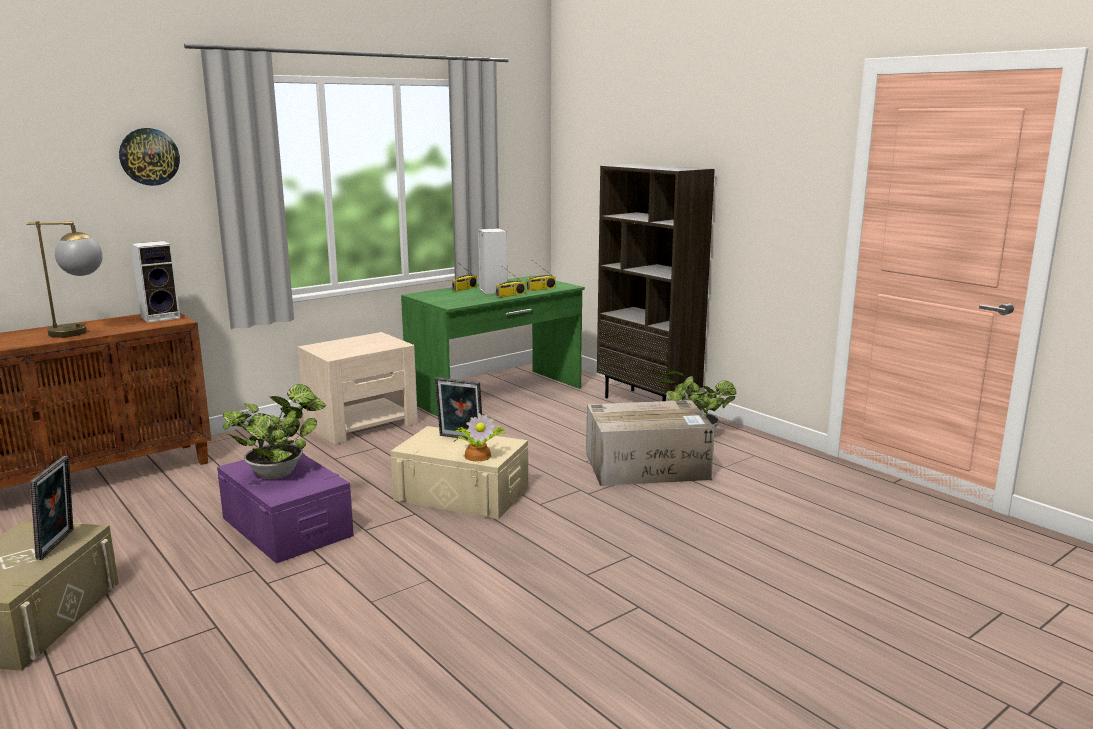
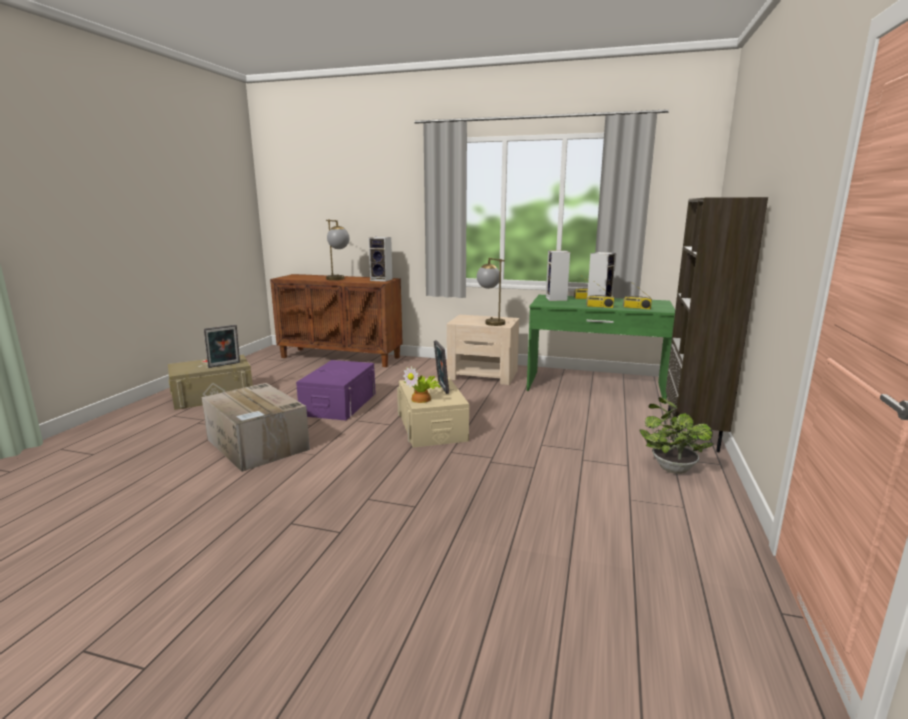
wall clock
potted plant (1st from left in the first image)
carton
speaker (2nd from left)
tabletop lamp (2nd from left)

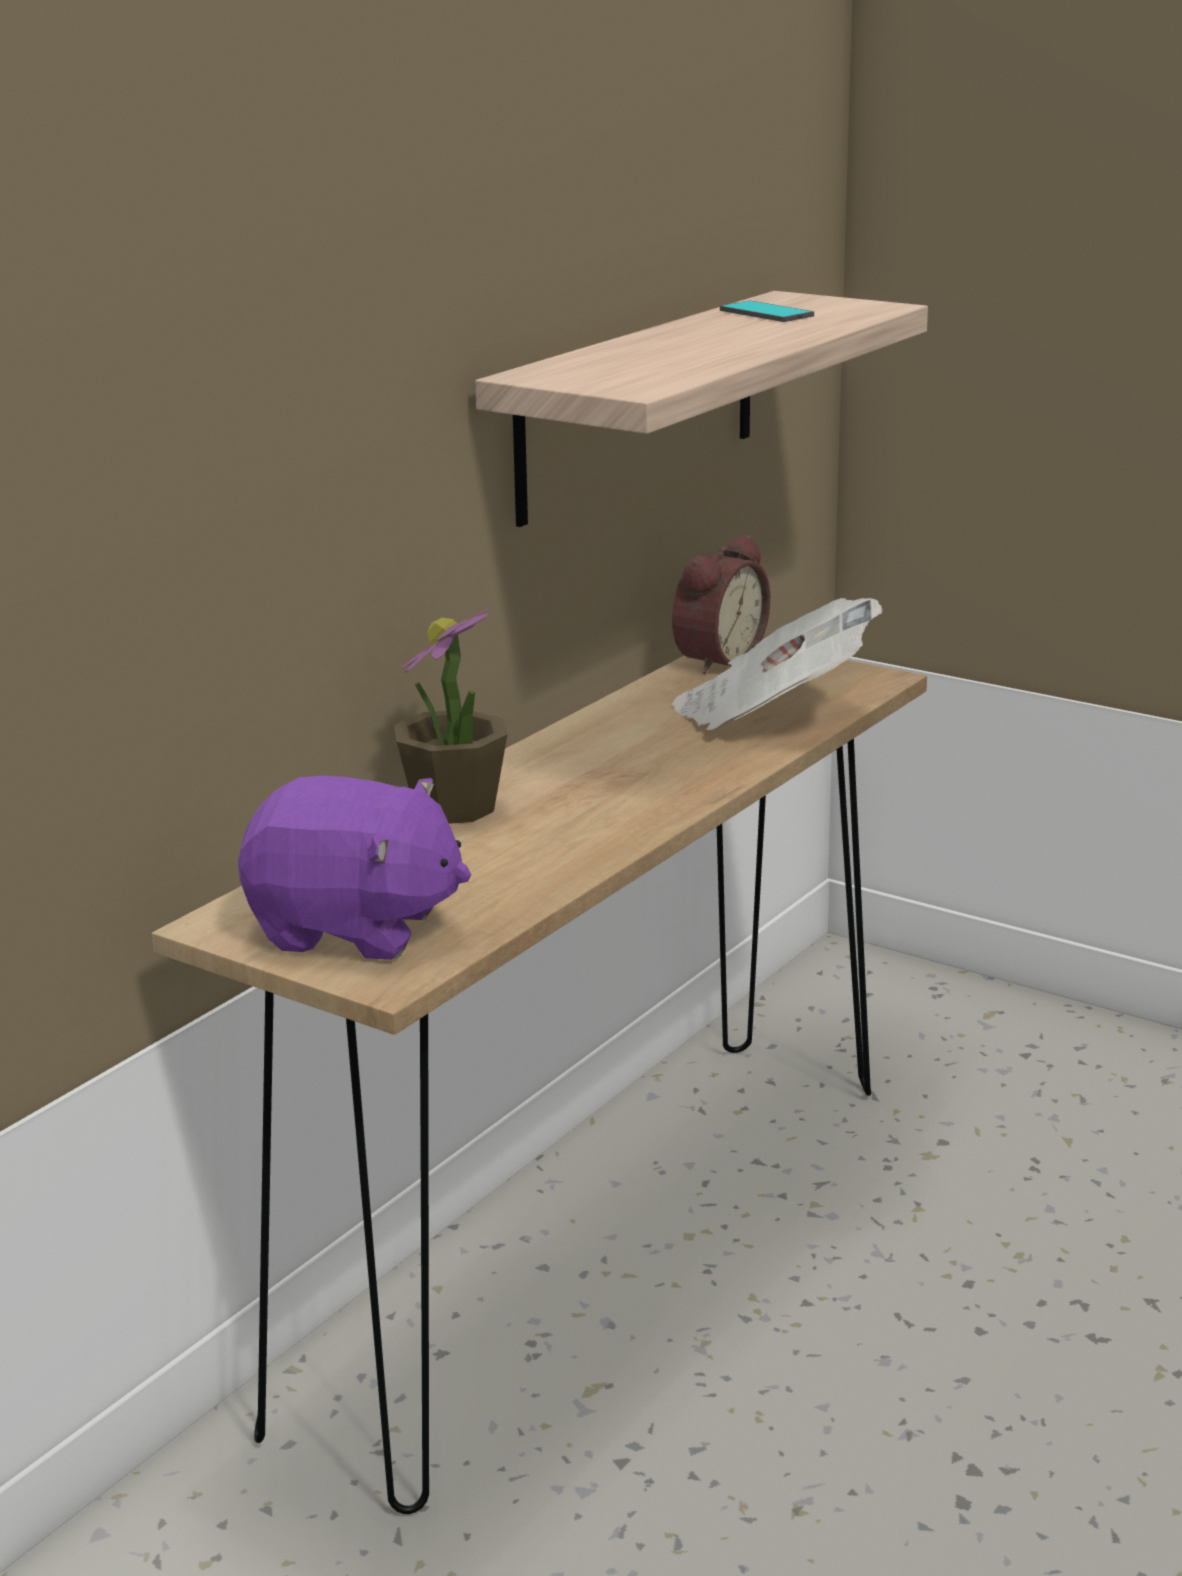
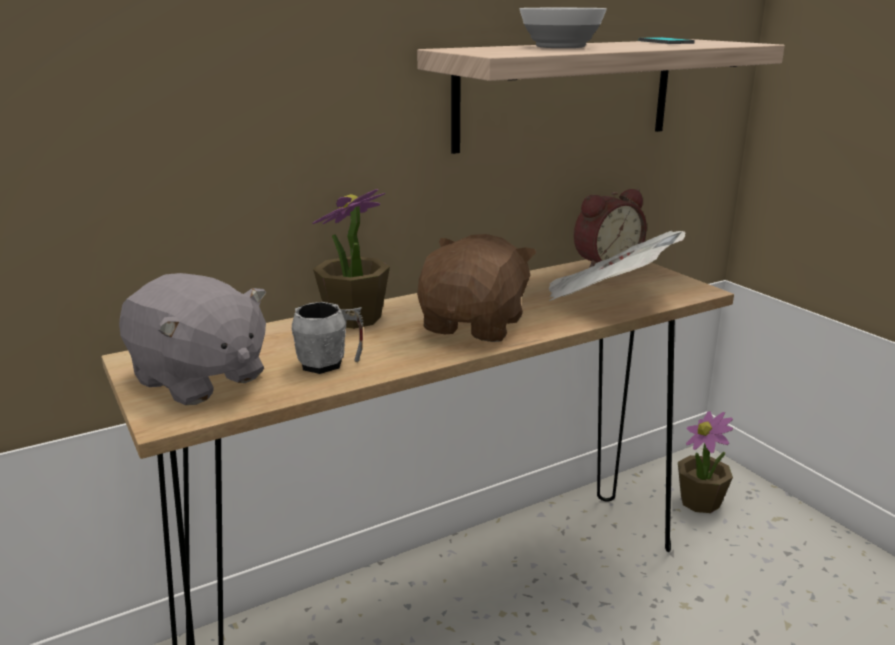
plush toy in grey
serving bowl
plush toy in brownish
mug in grey
potted plant (2nd from left)

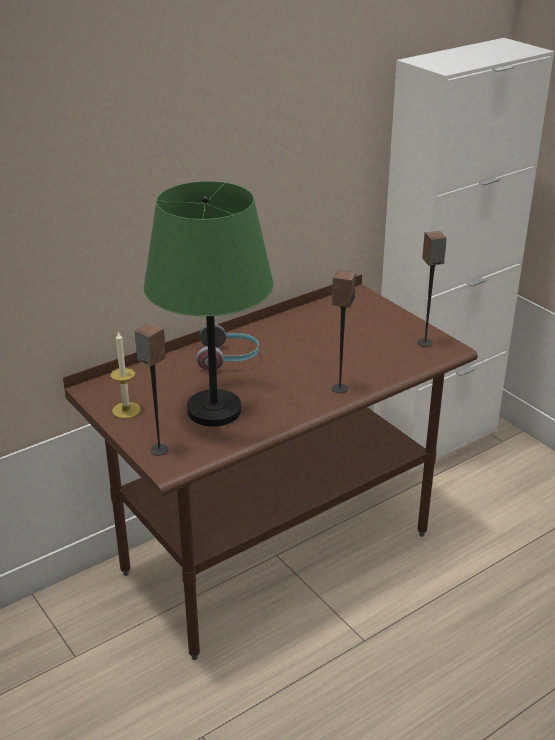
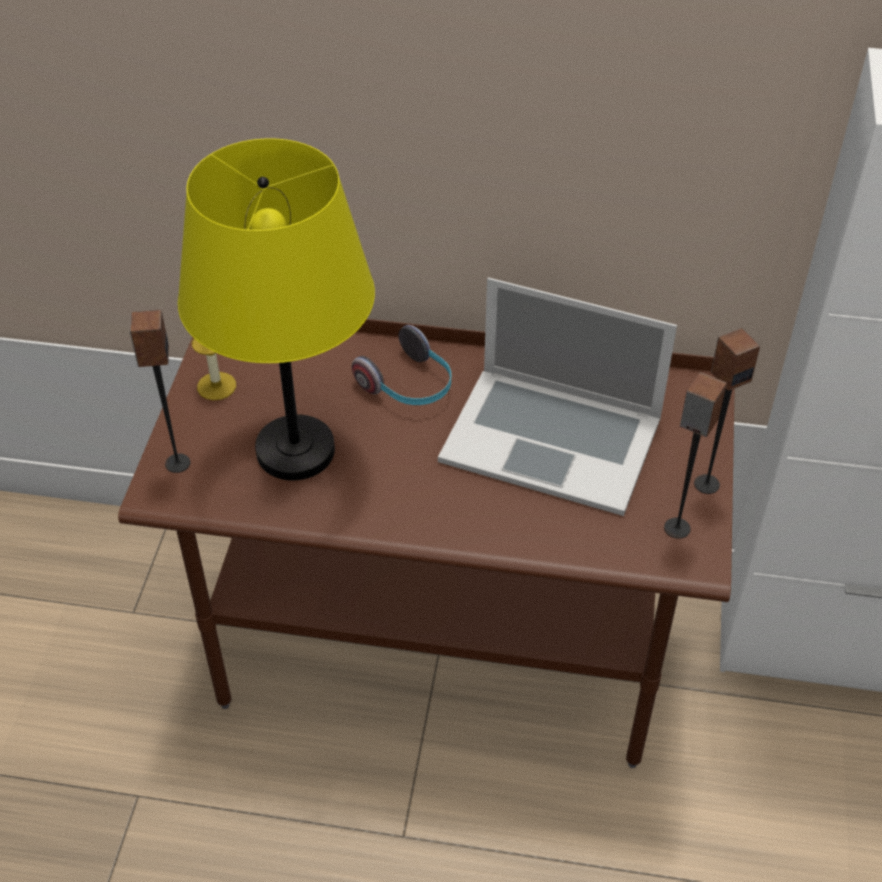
tabletop lamp in yellow-coloured
speaker (3rd from left)
notebook computer

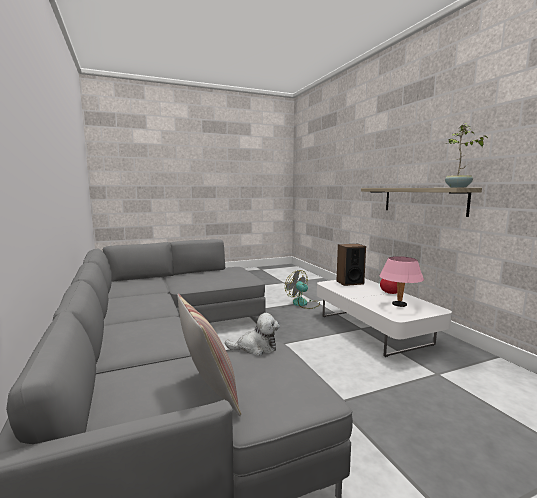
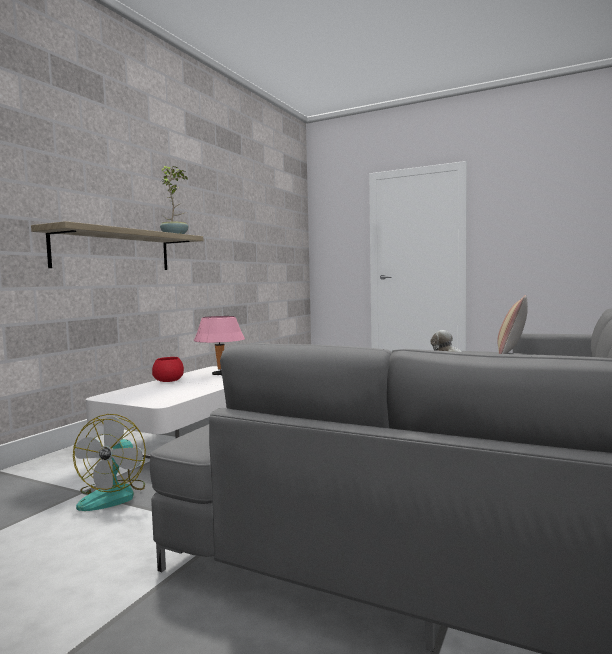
speaker

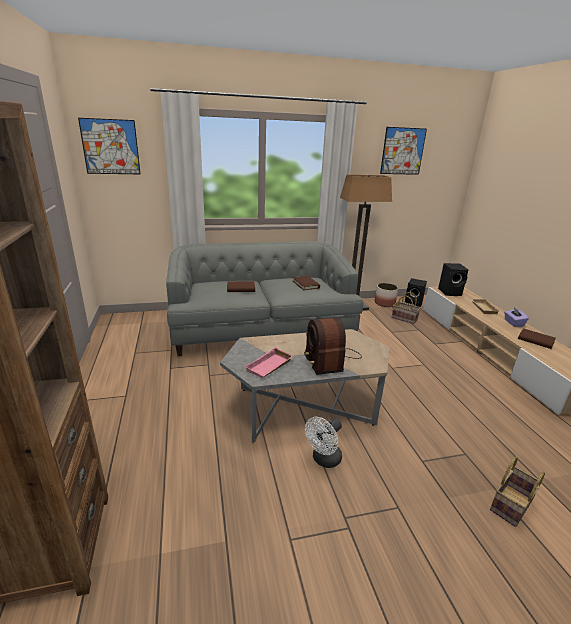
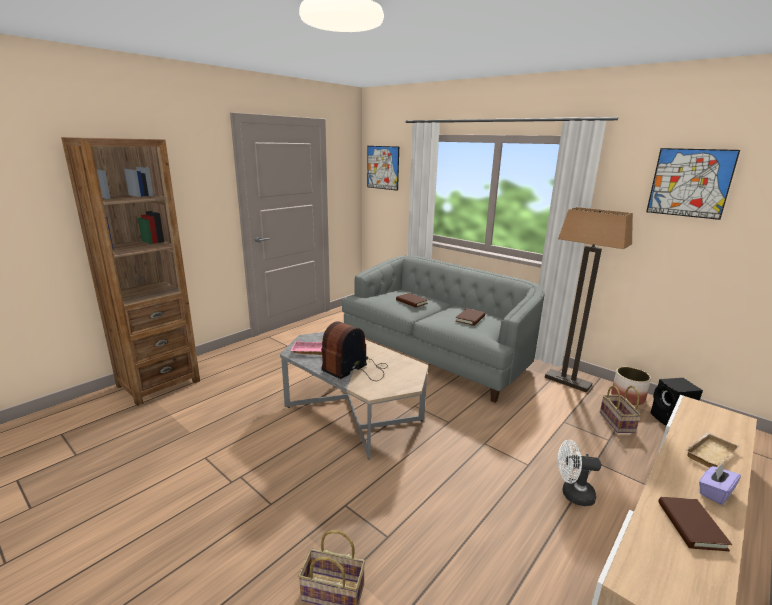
speaker in black (2nd from left in the first image)
cooling fan in whitish

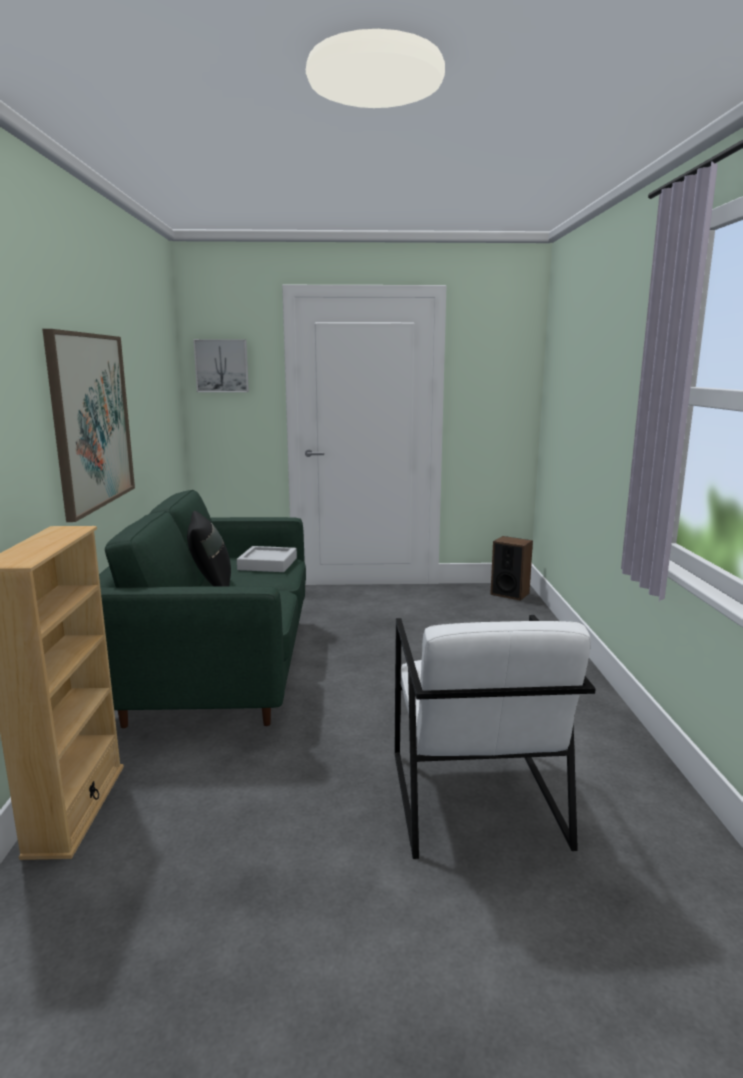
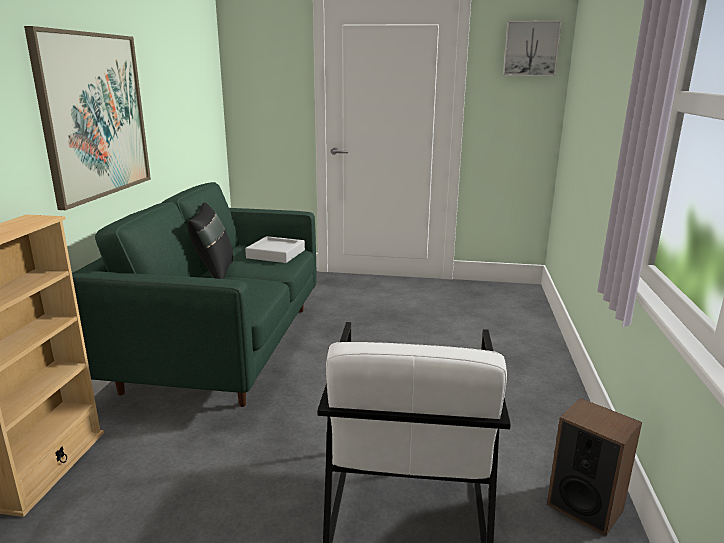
wall art (2nd from left)
speaker

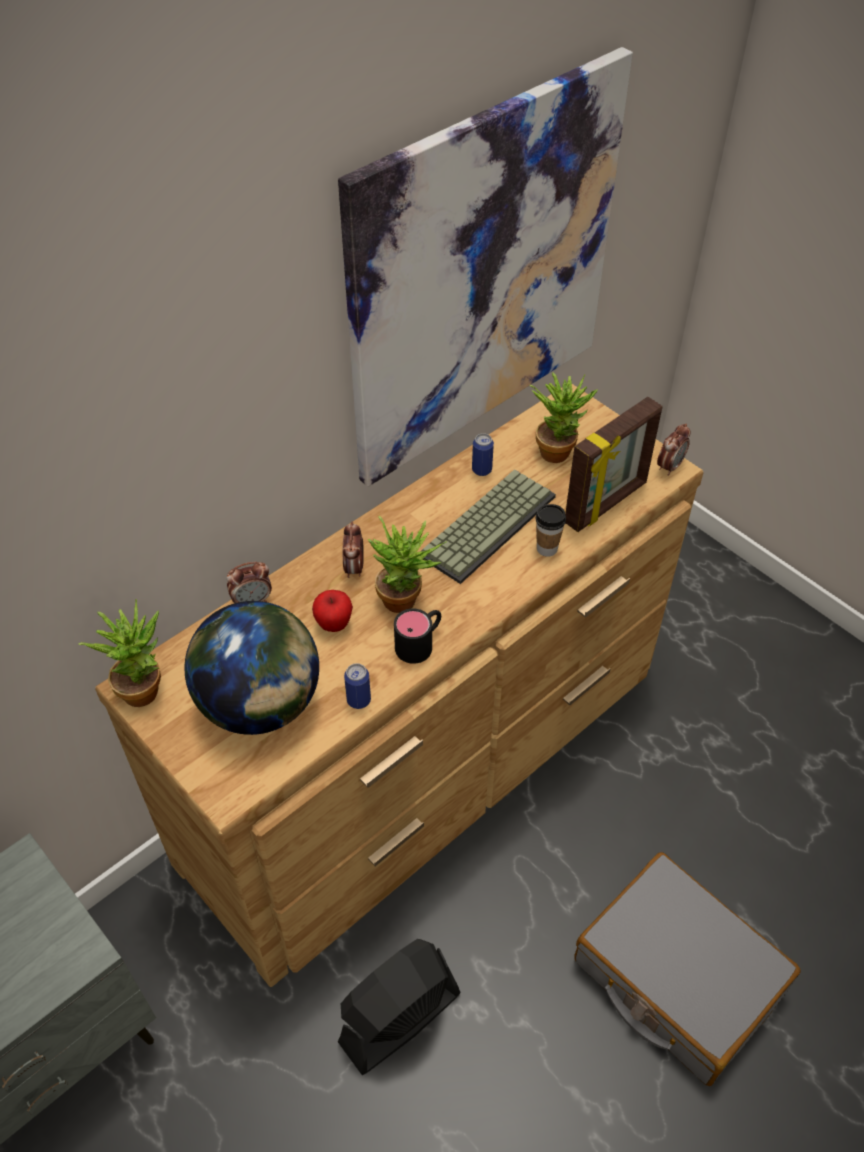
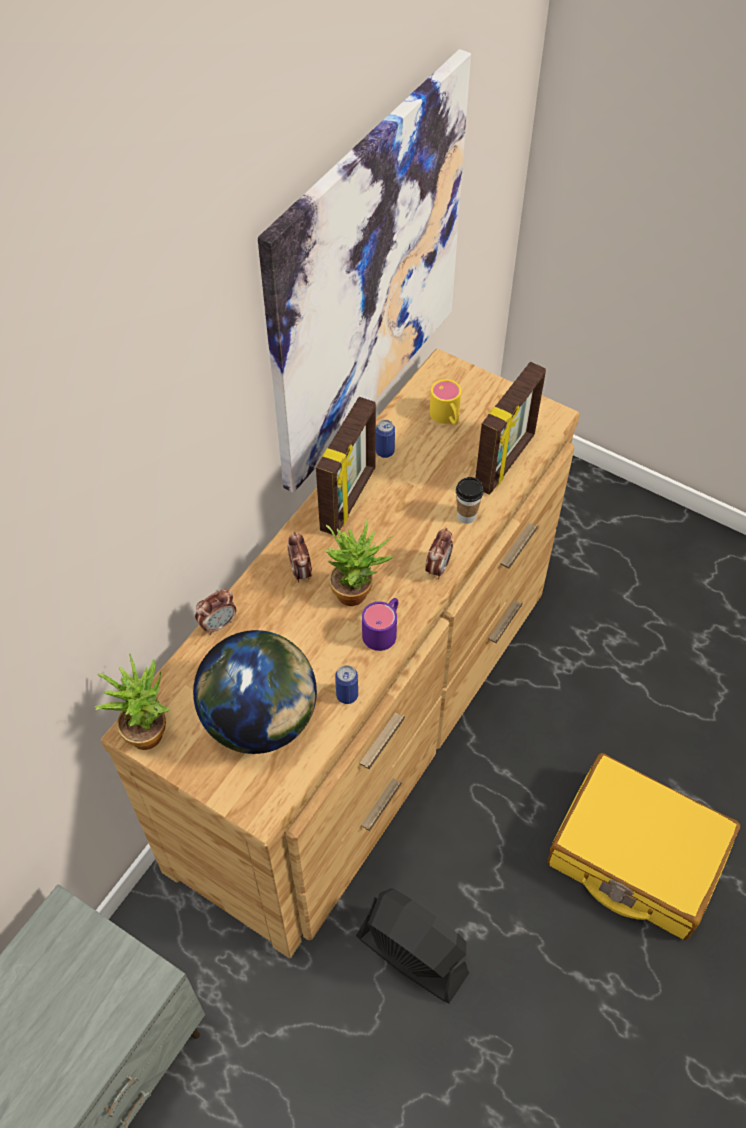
mug in yellow-coloured
bedside clock (3rd from left)
keyboard
apple
mug in purple
piece of luggage in yellow-coloured
cooling fan in black
picture frame (1st from left)

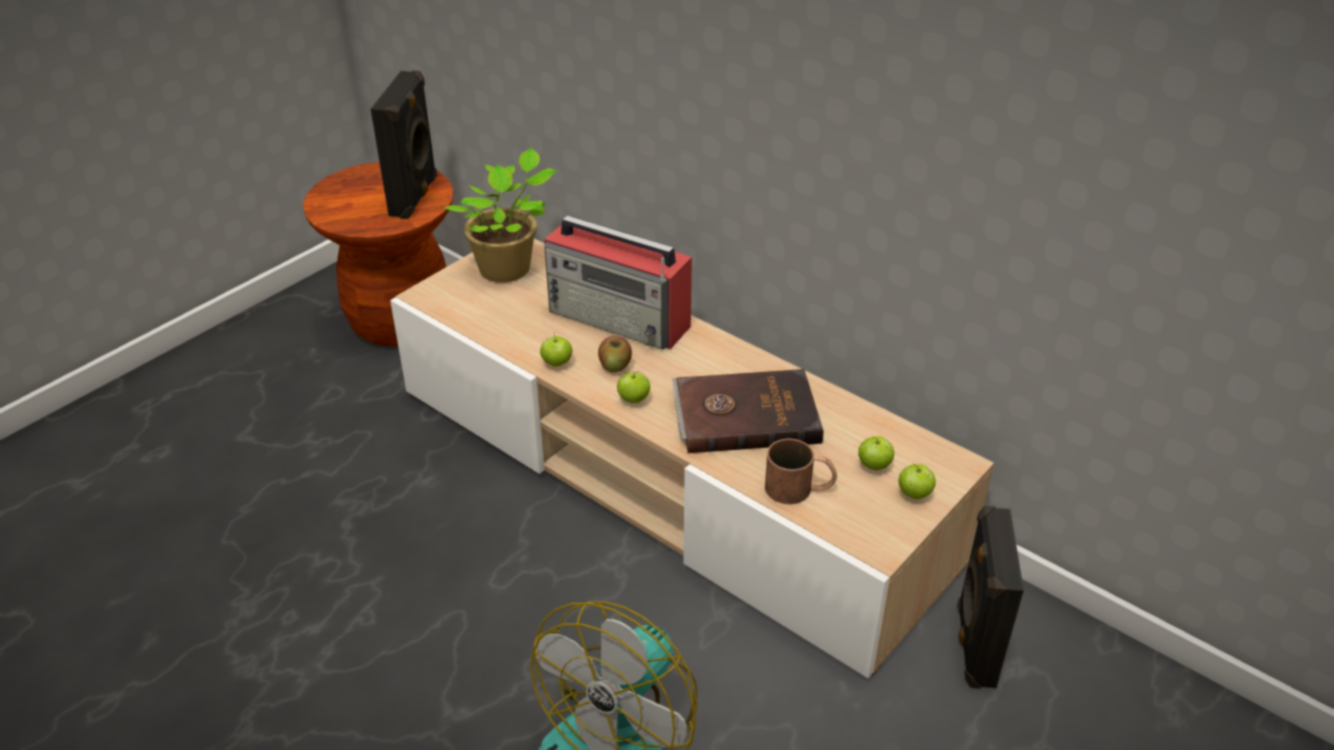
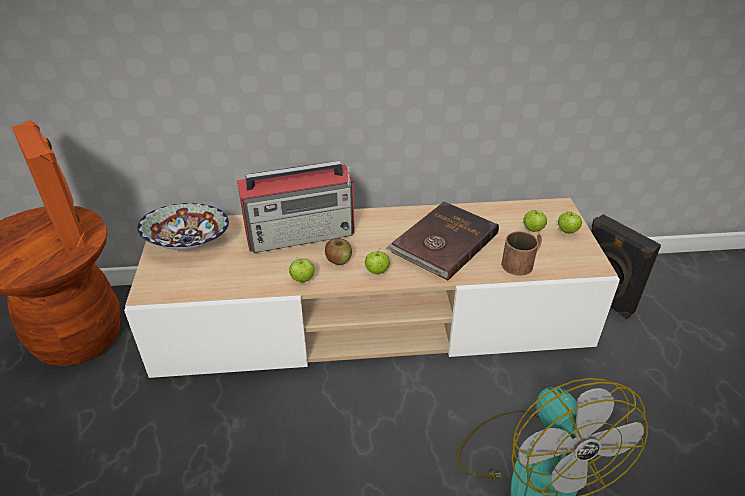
speaker in orange-coloured
serving bowl

